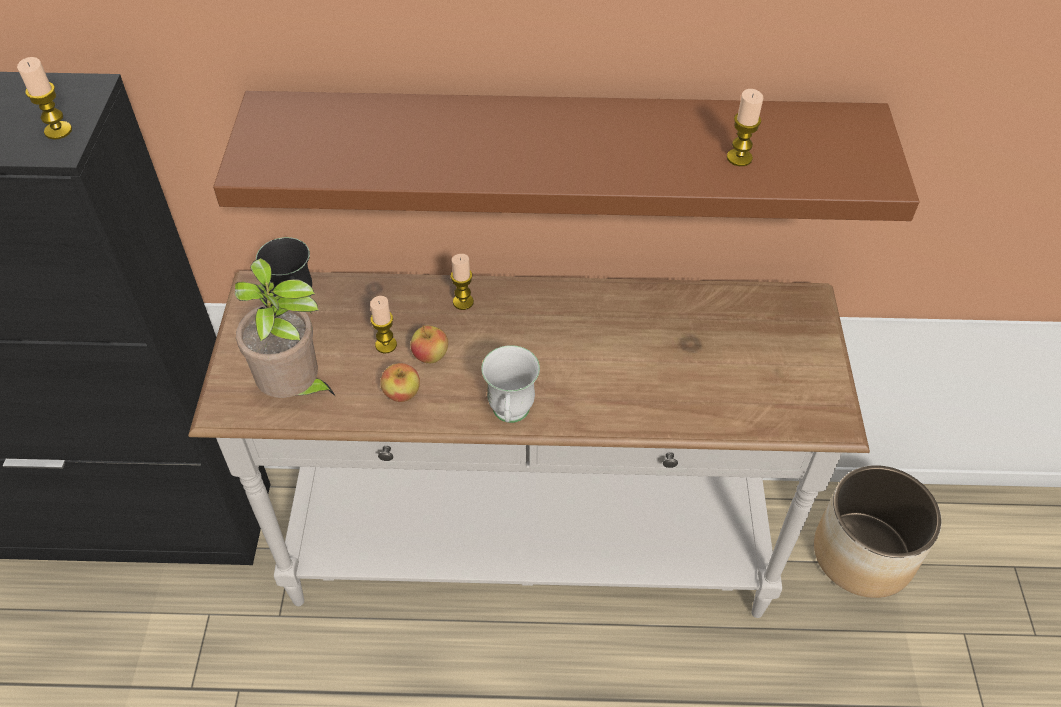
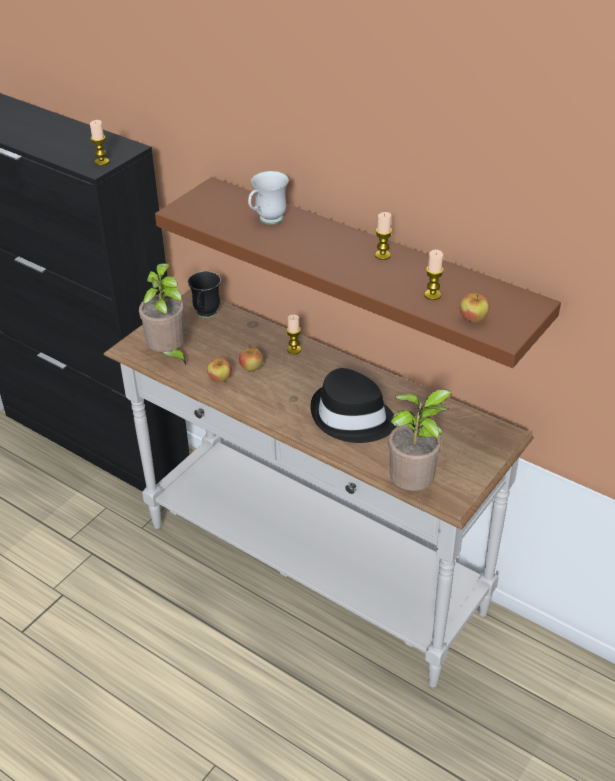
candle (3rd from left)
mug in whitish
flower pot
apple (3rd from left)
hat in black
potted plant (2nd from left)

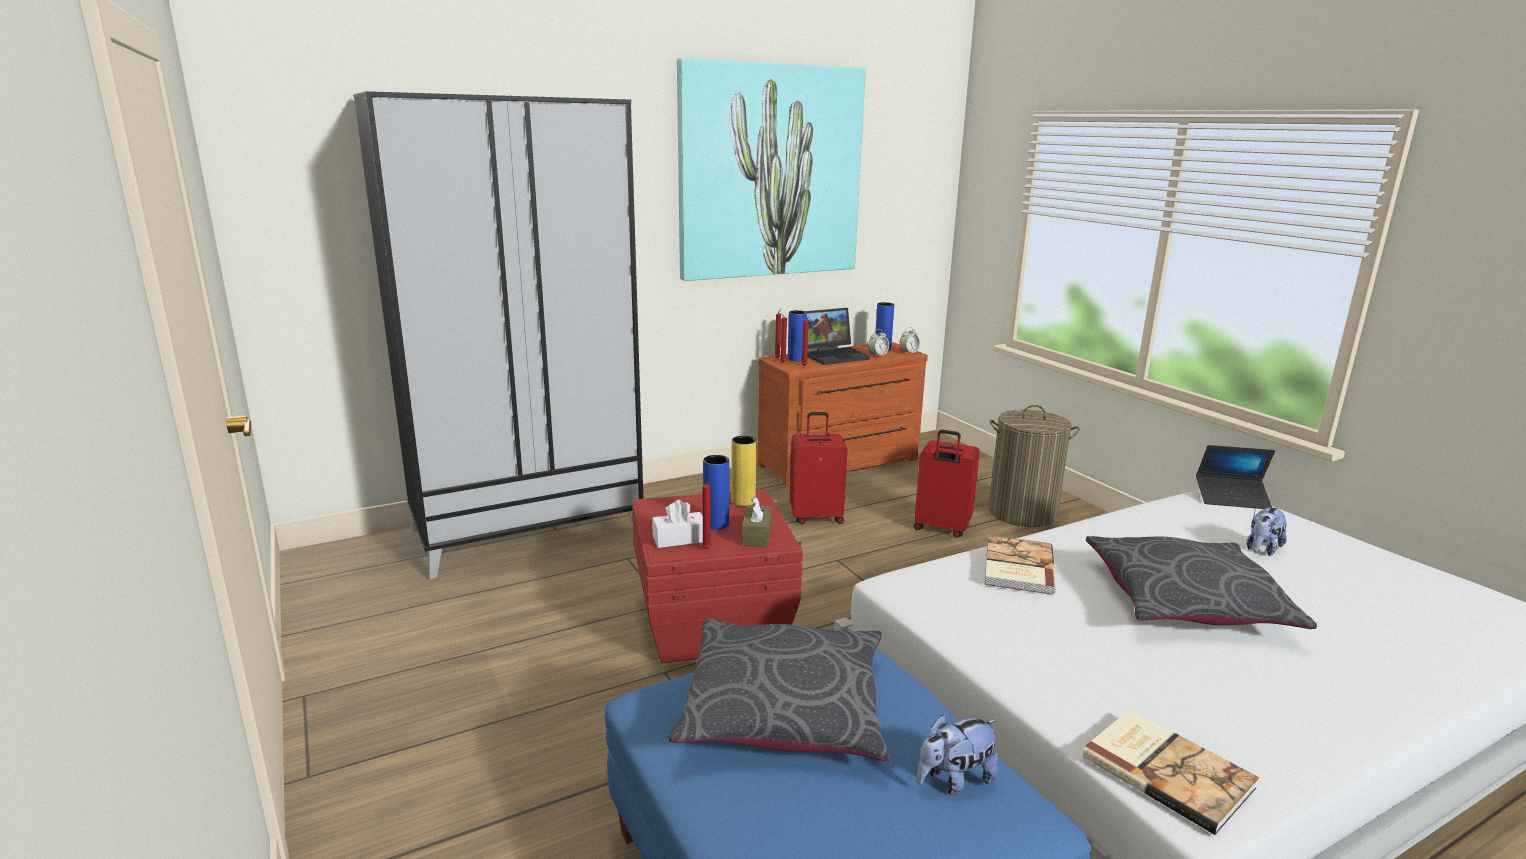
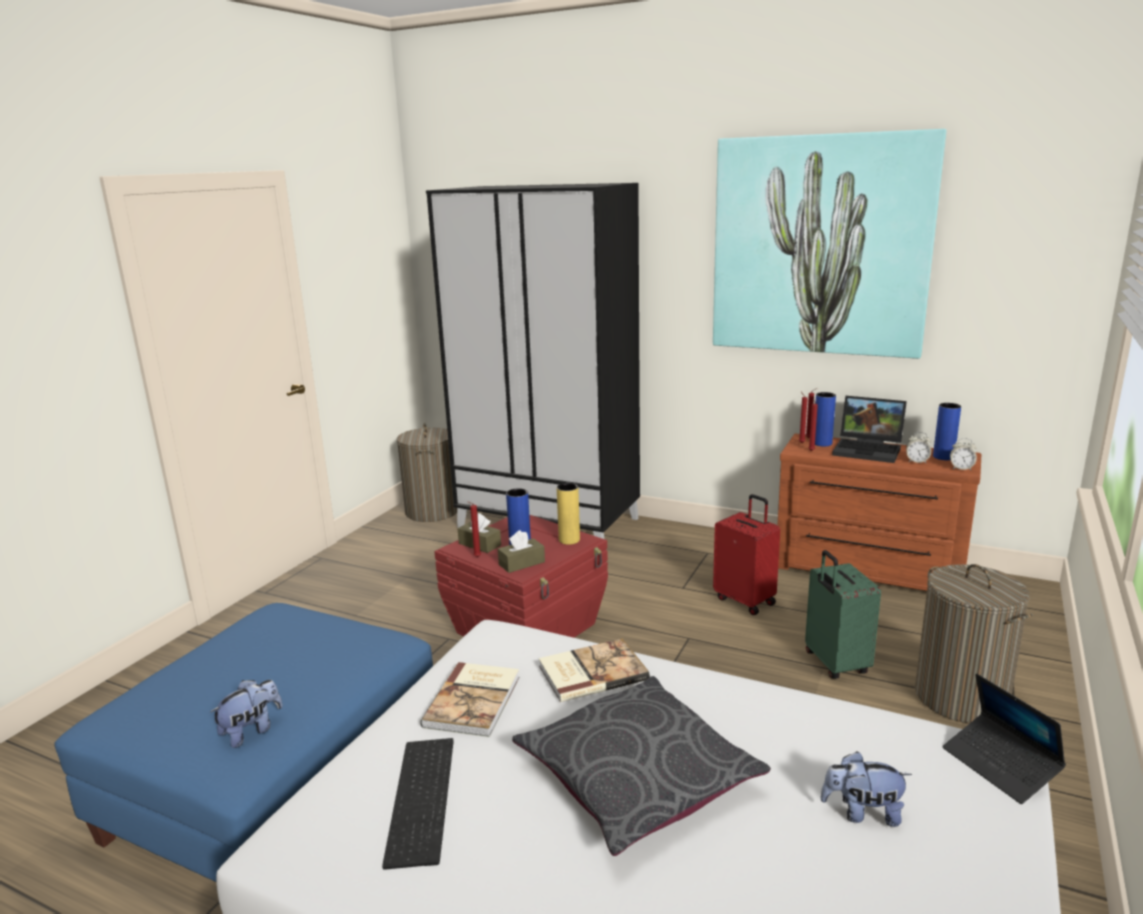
piece of luggage in green-coloured
tissue box in brownish (1st from left)
pillow in grey (1st from left in the first image)
bound book (1st from left)
plush toy (1st from left)
laundry basket (1st from left)
keyboard

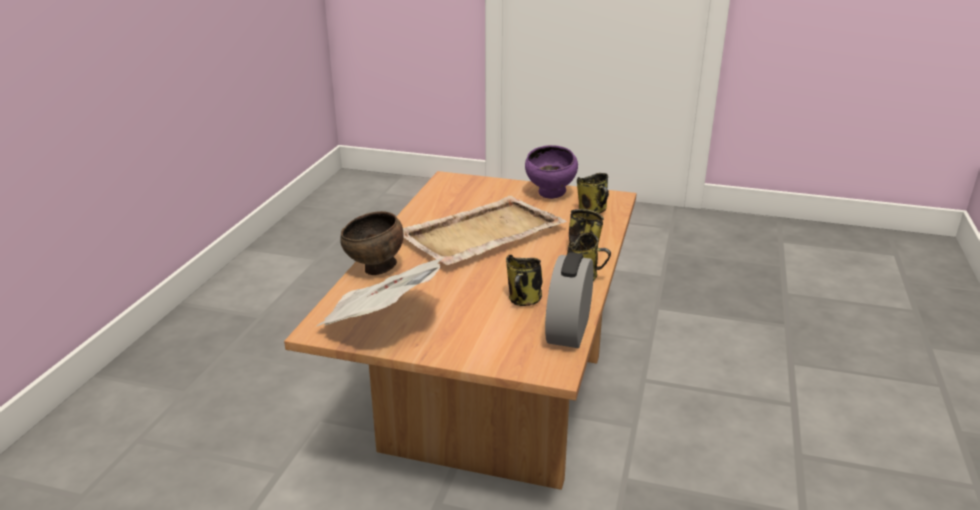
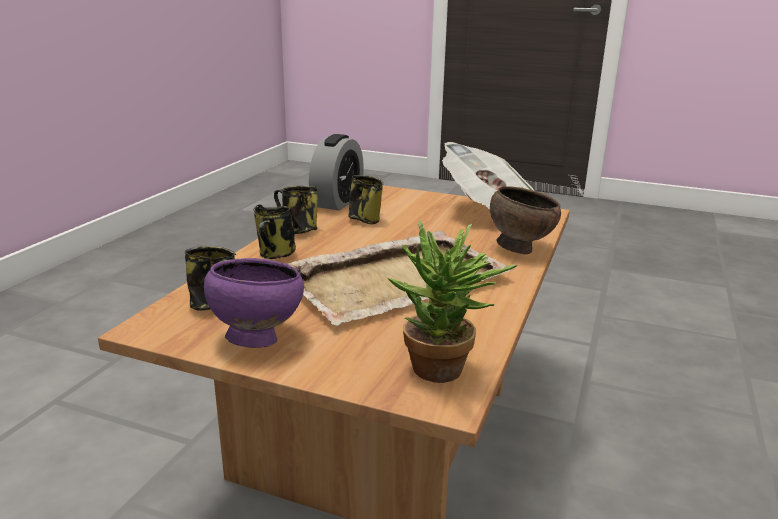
potted plant

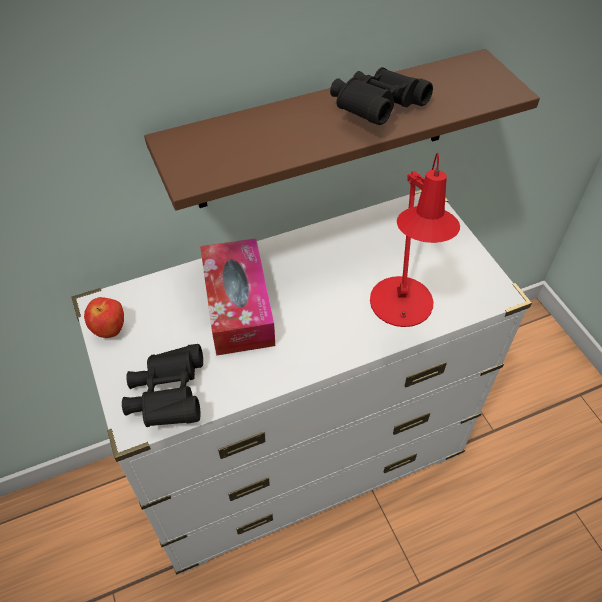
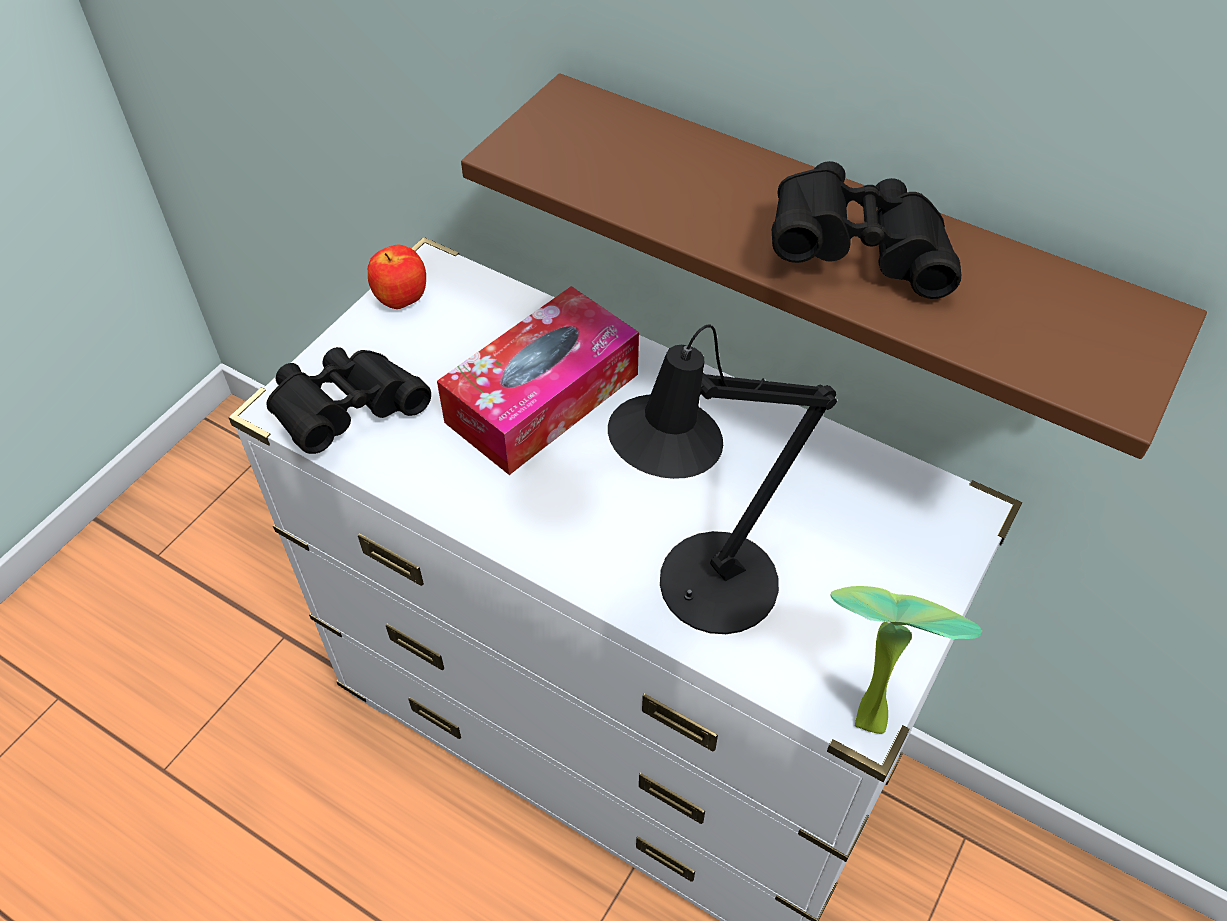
tabletop lamp in black
potted plant

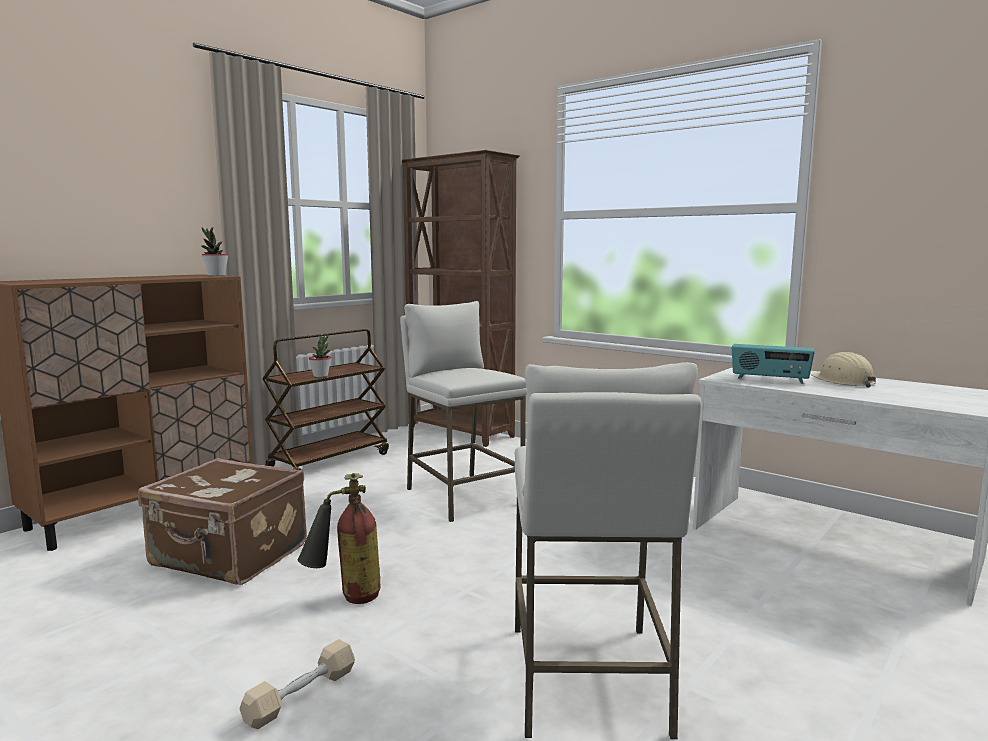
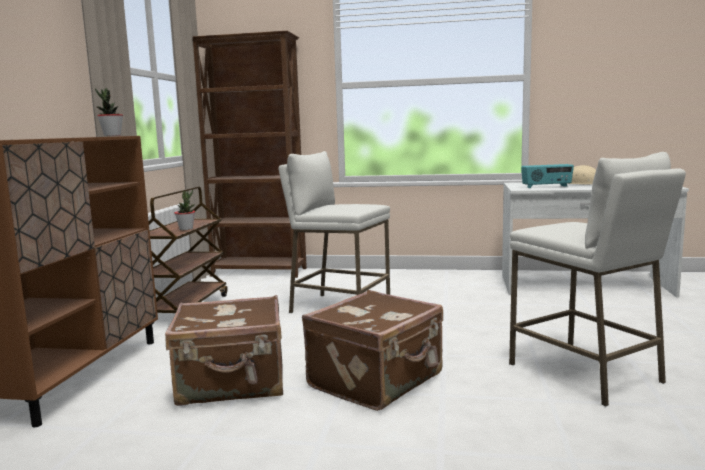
piece of luggage in brownish (2nd from left)
dumbbell in beige

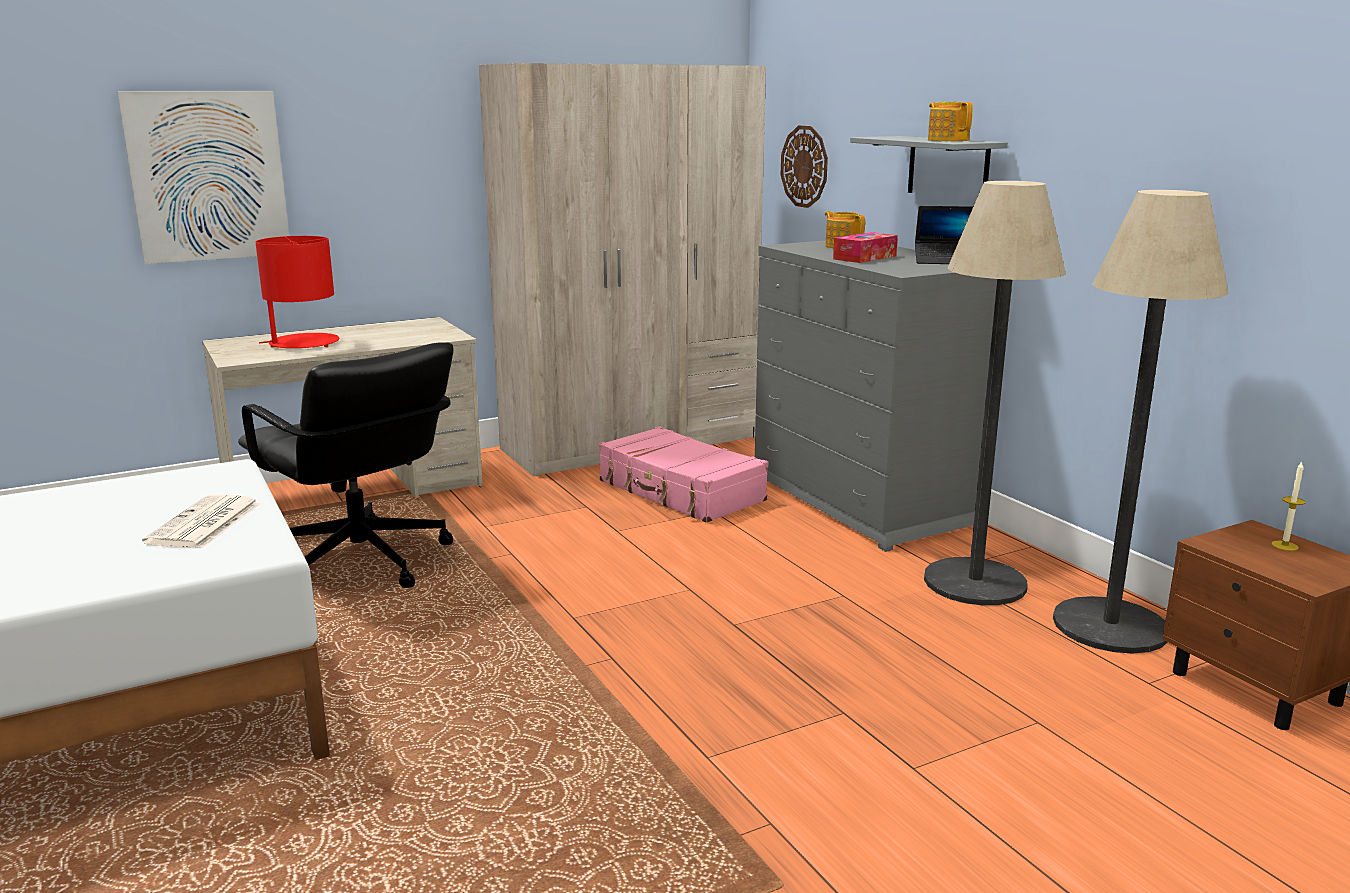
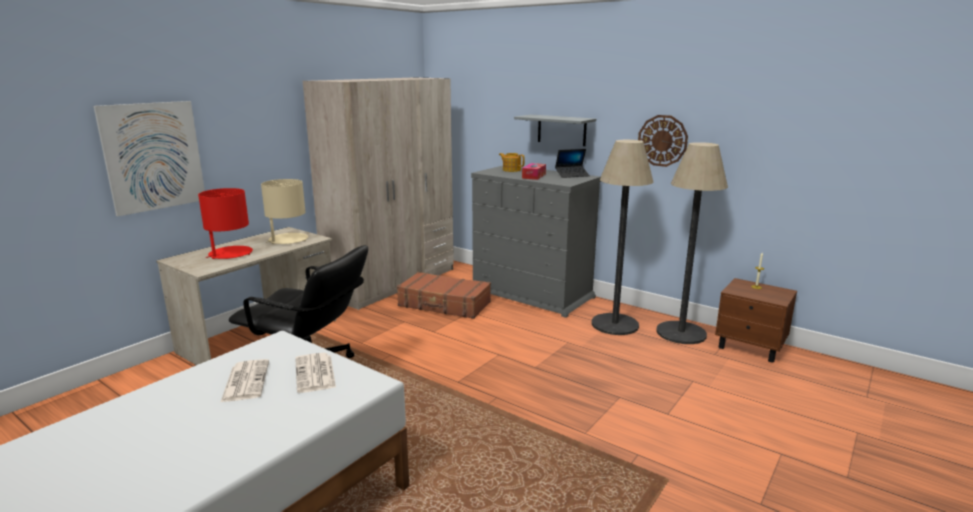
tea pot (2nd from left in the first image)
wall clock
piece of luggage in brownish
tabletop lamp in beige
daily paper (1st from left)

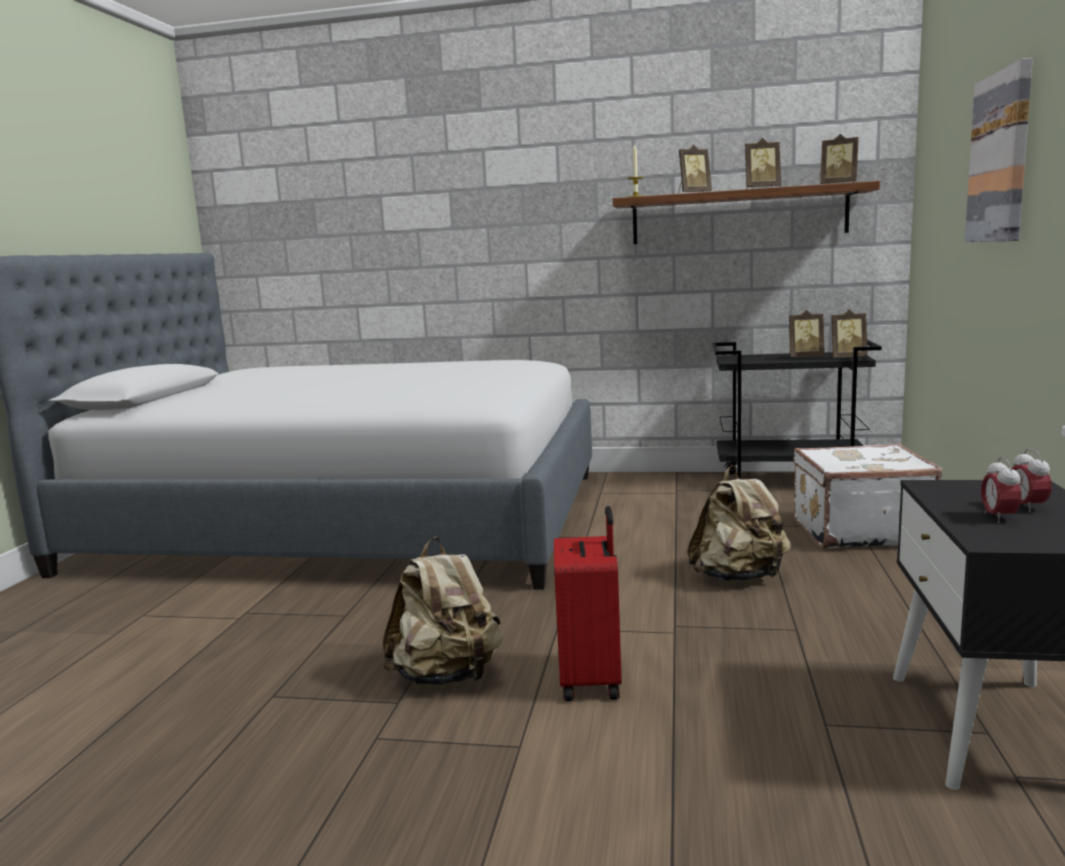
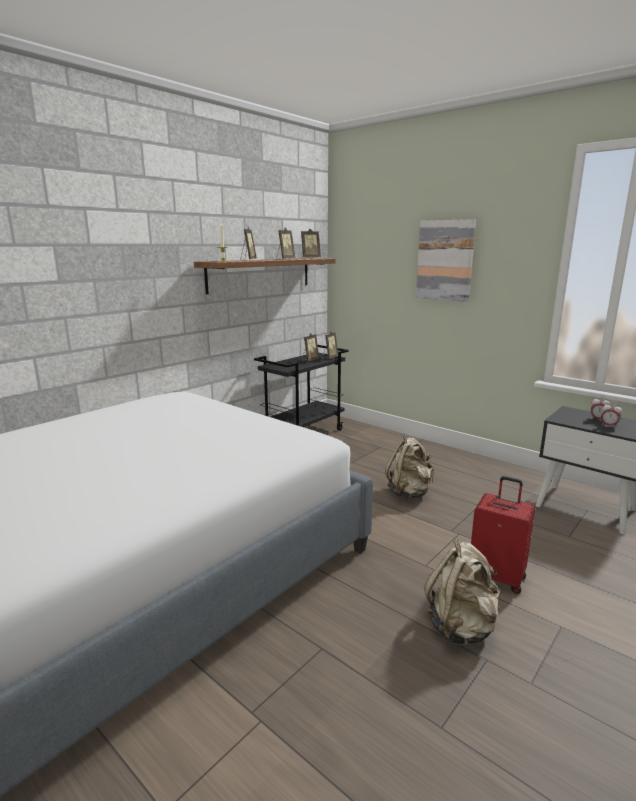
piece of luggage in whitish

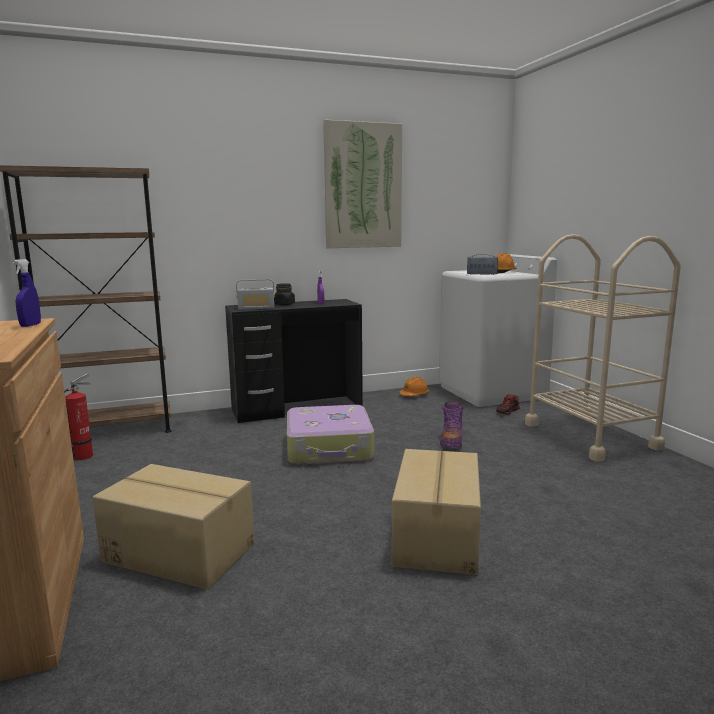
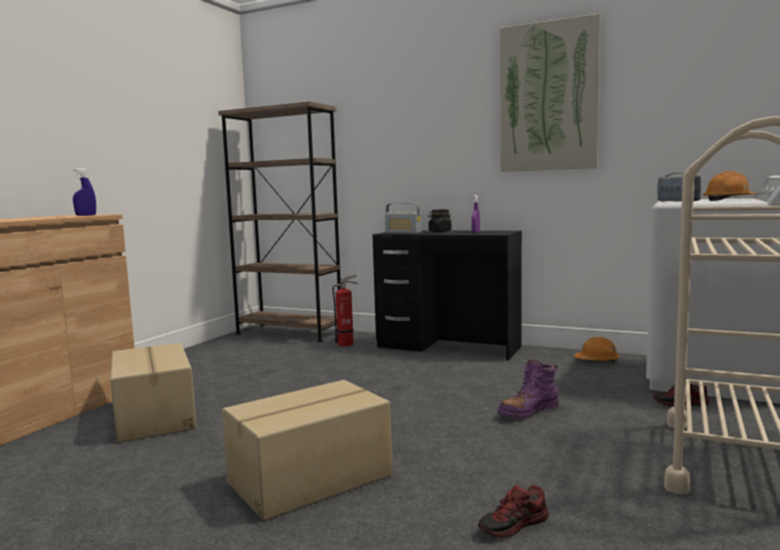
fire-fighting cylinder
piece of luggage
shoe (1st from left)

